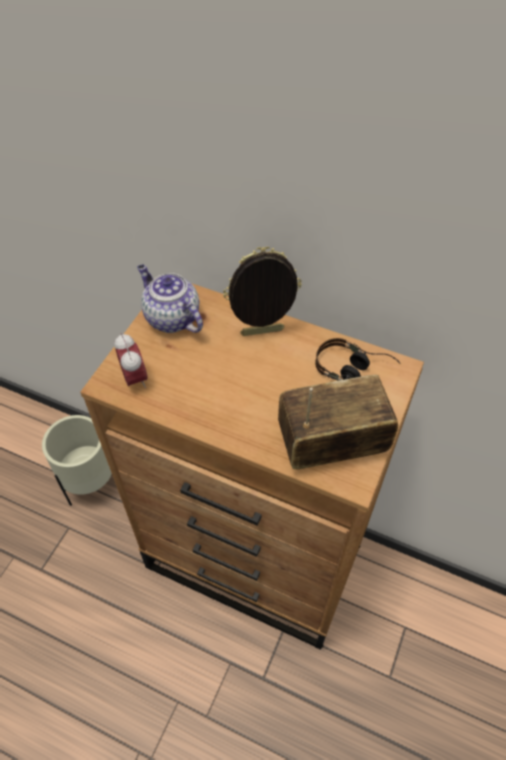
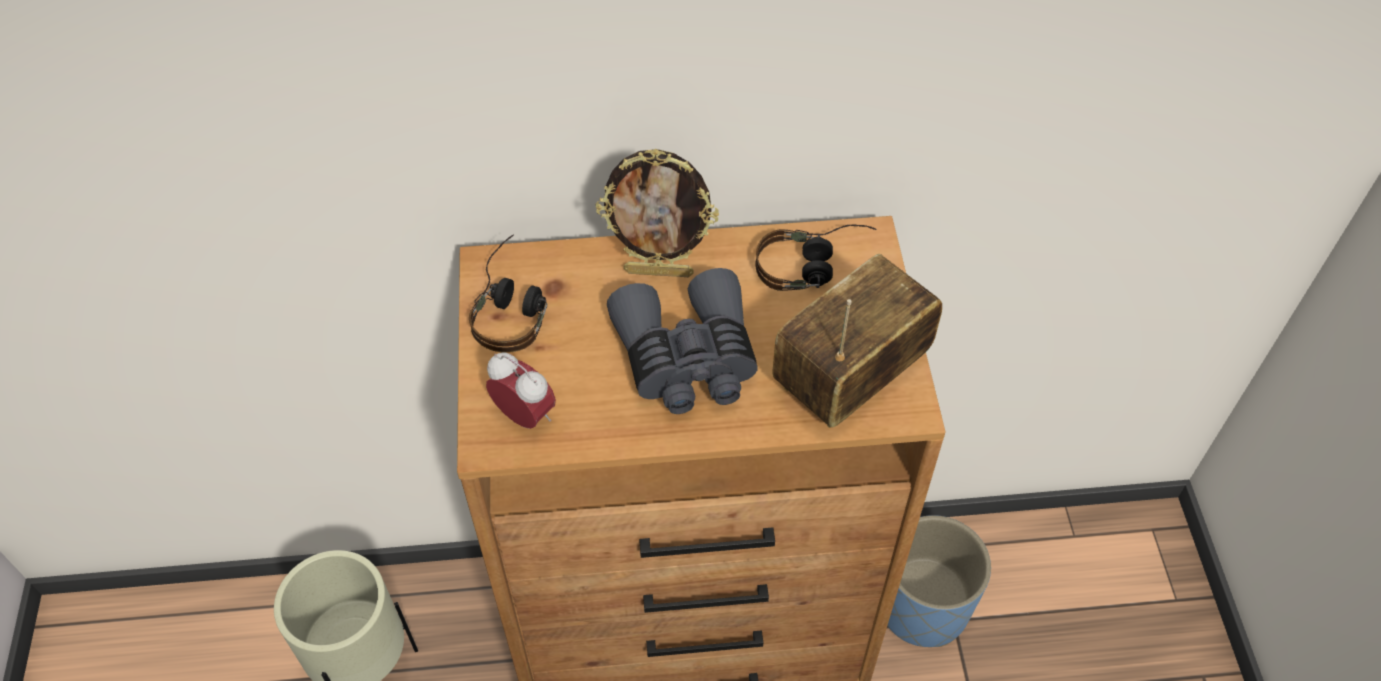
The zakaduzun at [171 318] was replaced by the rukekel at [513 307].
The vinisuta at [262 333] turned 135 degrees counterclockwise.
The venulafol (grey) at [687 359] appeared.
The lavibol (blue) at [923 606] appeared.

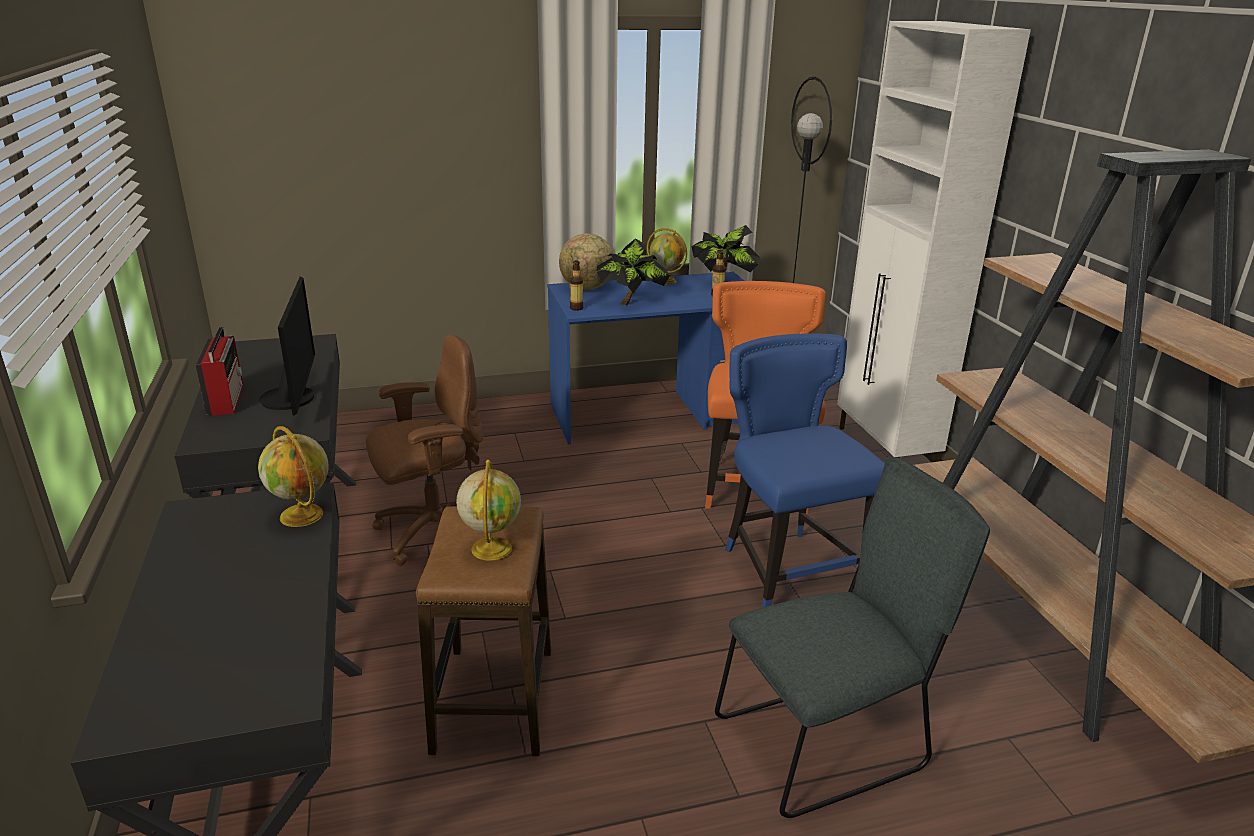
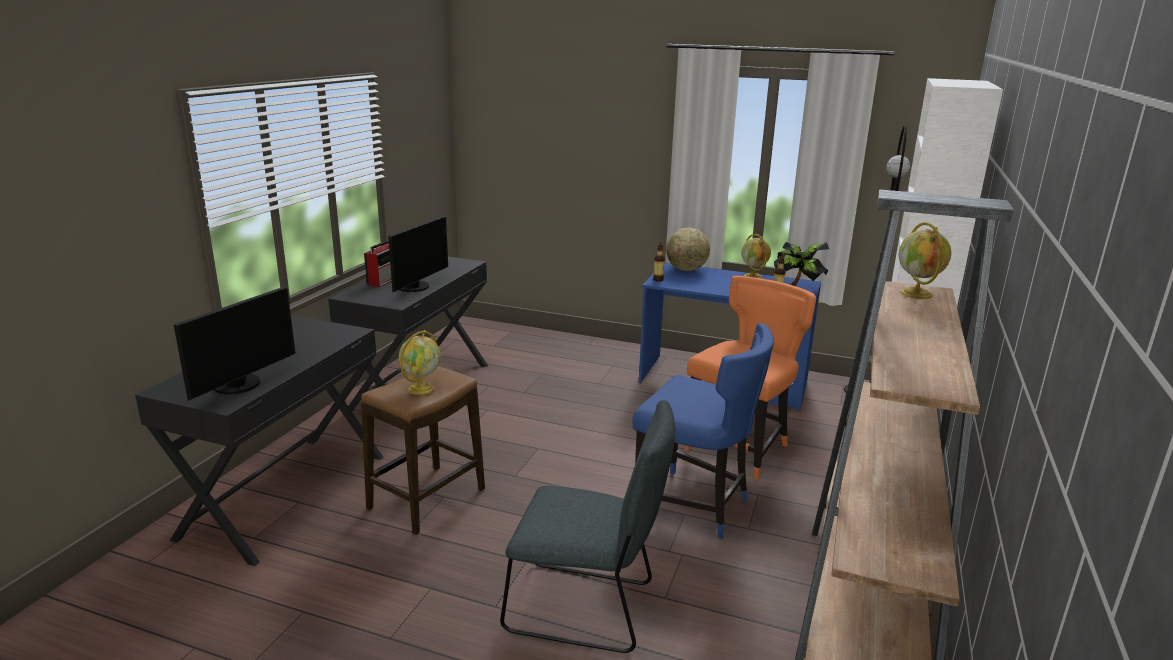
The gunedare moved from [302 516] to [917 294].
The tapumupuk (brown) at [433 532] disappeared.
The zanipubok at [632 302] disappeared.
The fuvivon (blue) at [788 569] turned 105 degrees clockwise.
The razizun at [240 385] appeared.

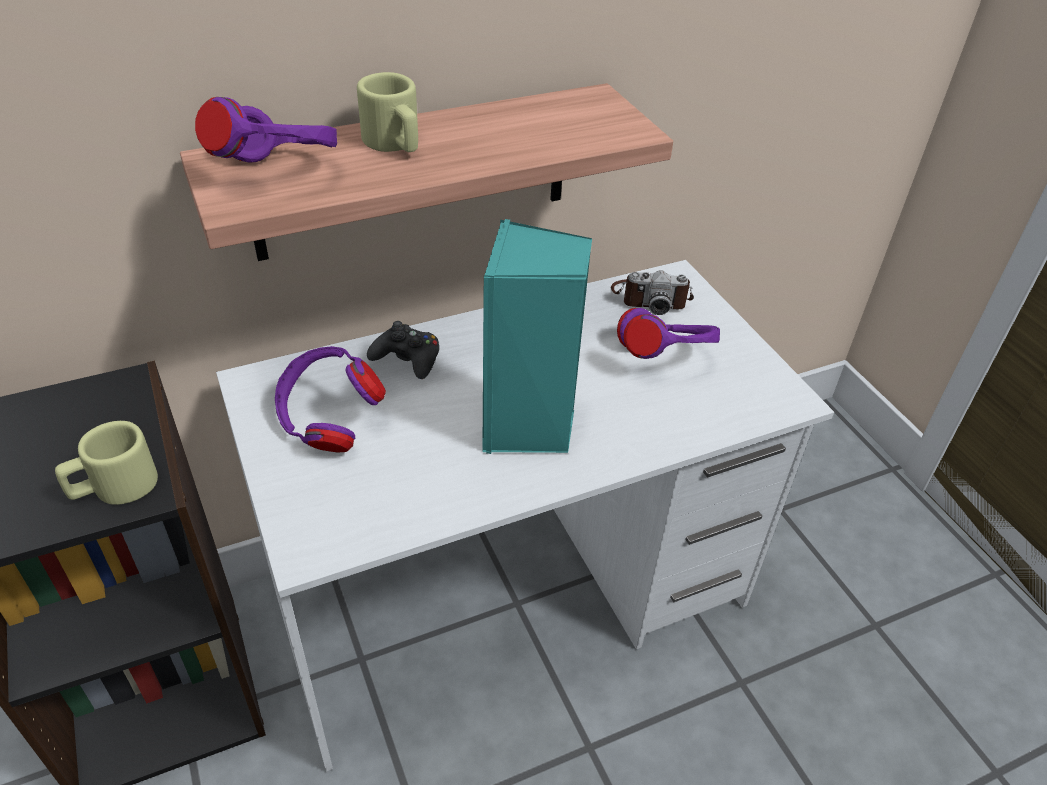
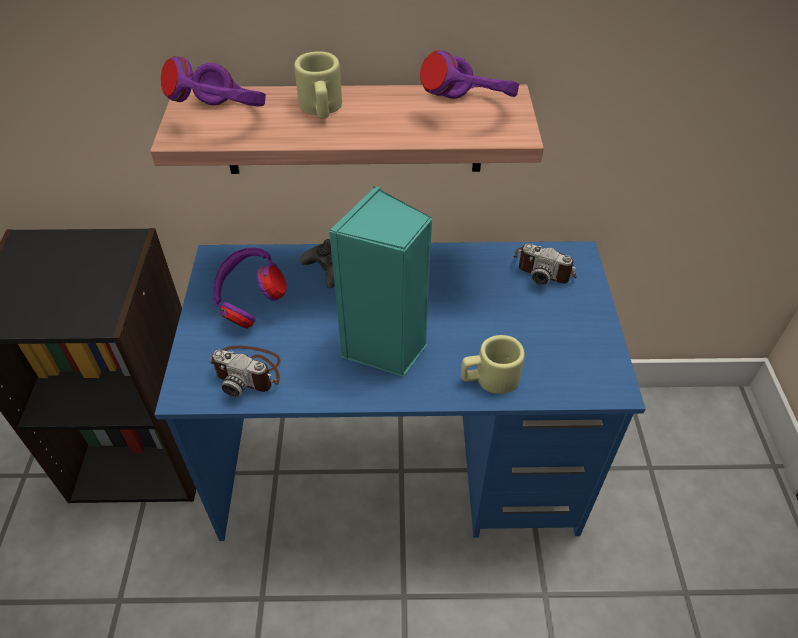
The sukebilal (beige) moved from [114 487] to [489 378].
The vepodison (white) at [512 598] became the vepodison (blue) at [399 466].
The rukekel (purple) moved from [664 360] to [469 111].
The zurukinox at [248 371] appeared.

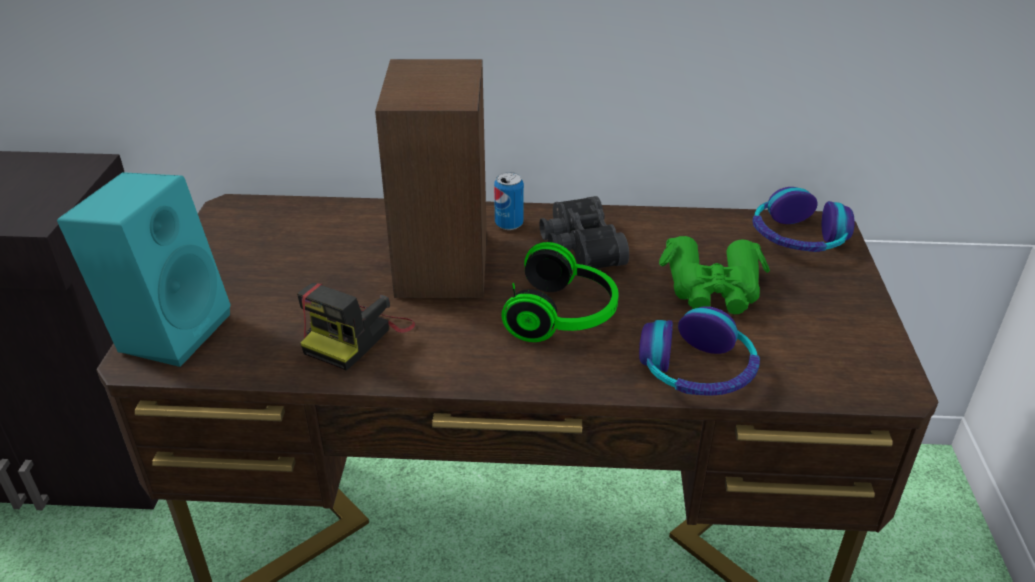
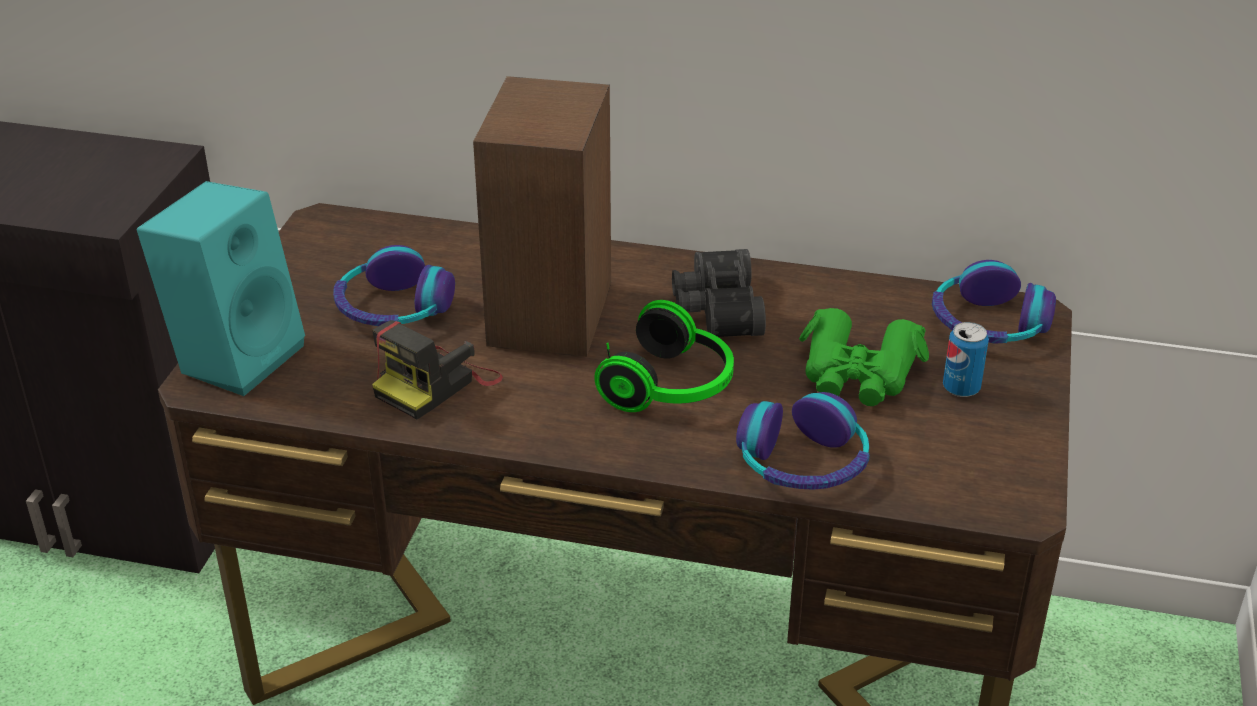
The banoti moved from [509 224] to [961 388].
The rukekel at [393 308] appeared.

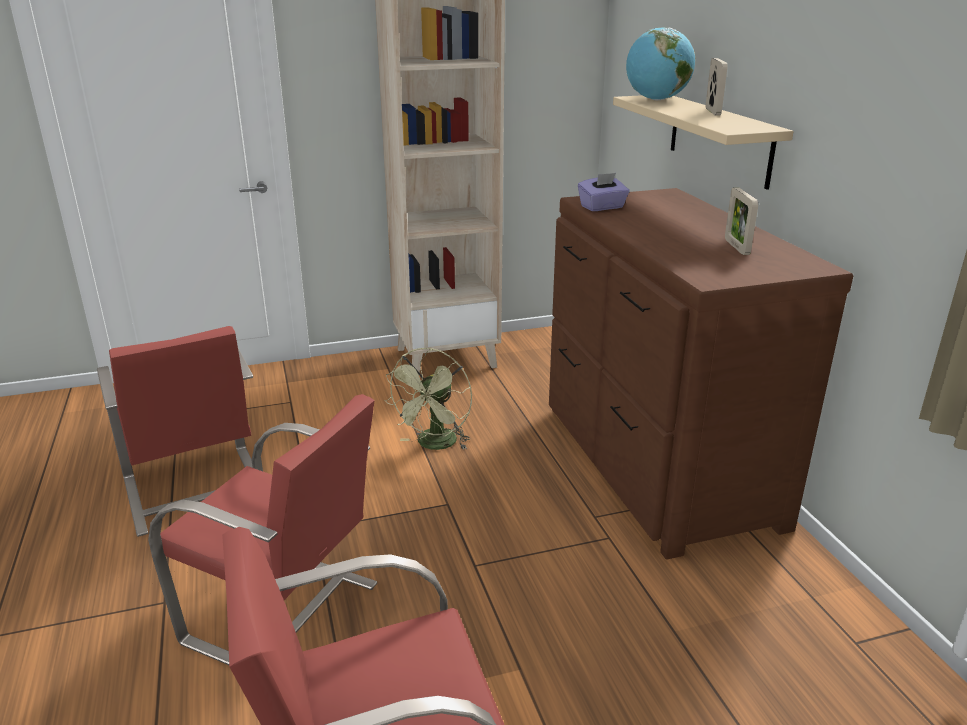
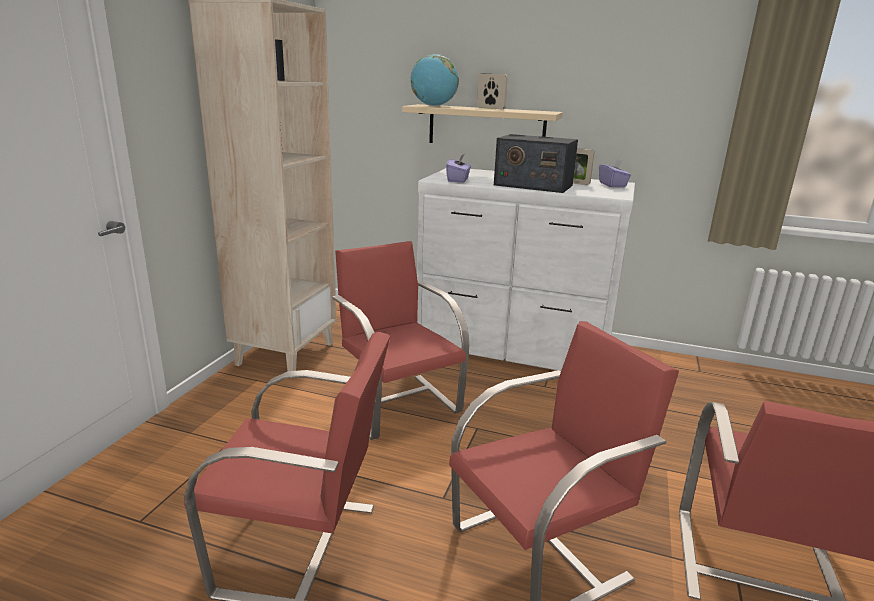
The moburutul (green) at [434 445] was replaced by the fuvivon (red) at [398 404].
The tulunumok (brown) at [654 465] became the tulunumok (white) at [514 349].
The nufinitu at [532 185] appeared.
The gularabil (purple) at [612 185] appeared.

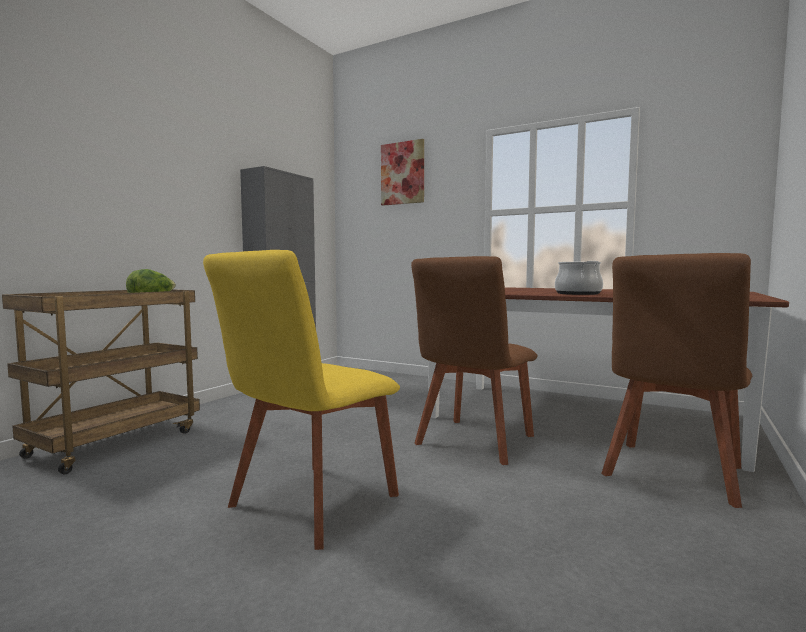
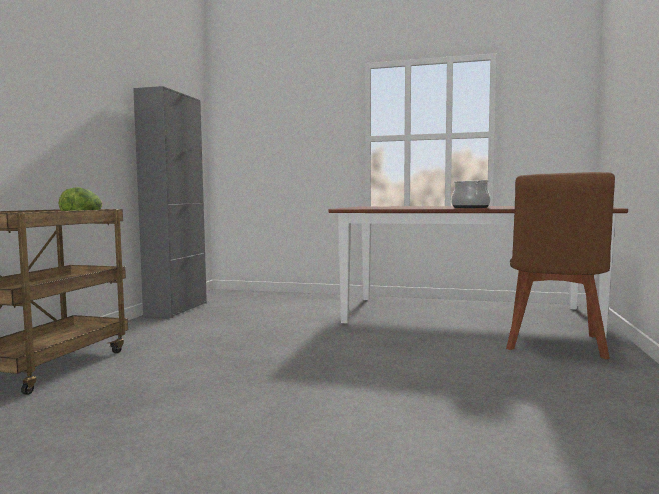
The fuvivon (yellow) at [309 505] disappeared.
The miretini at [402 173] disappeared.
The fuvivon (brown) at [473 442] disappeared.

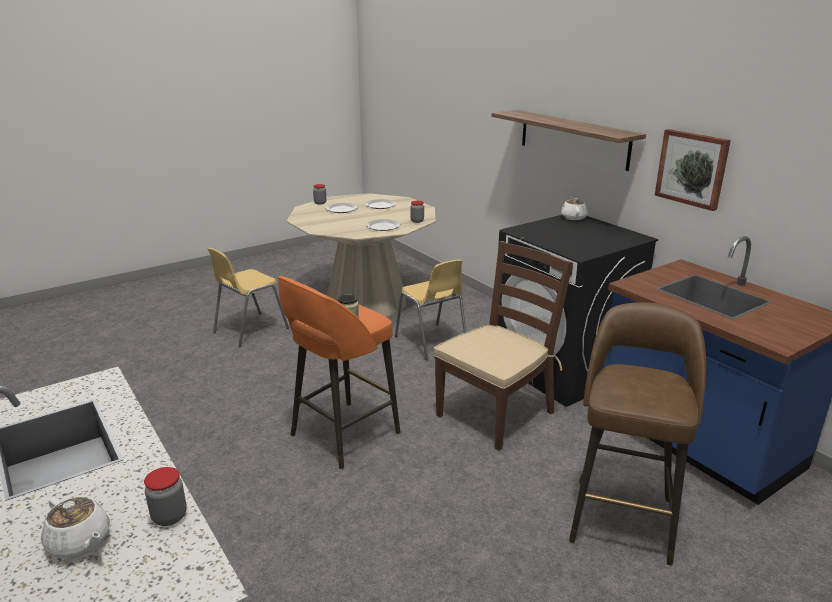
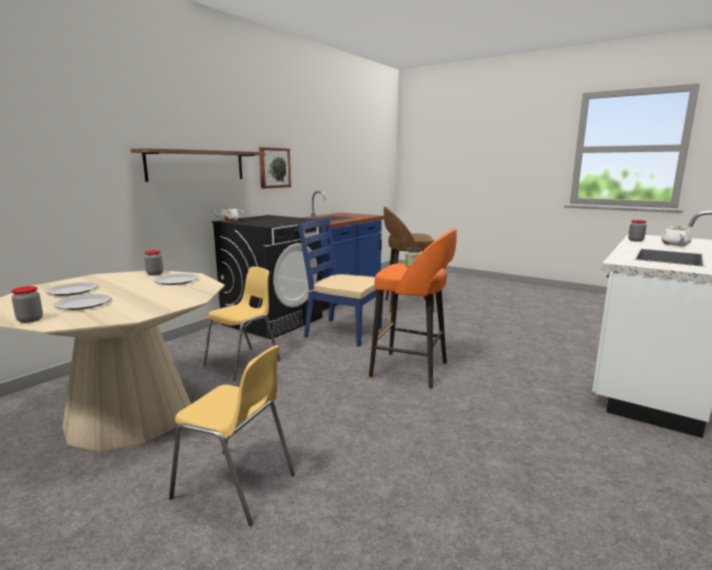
The fuvivon (brown) at [496 413] became the fuvivon (blue) at [342 332].

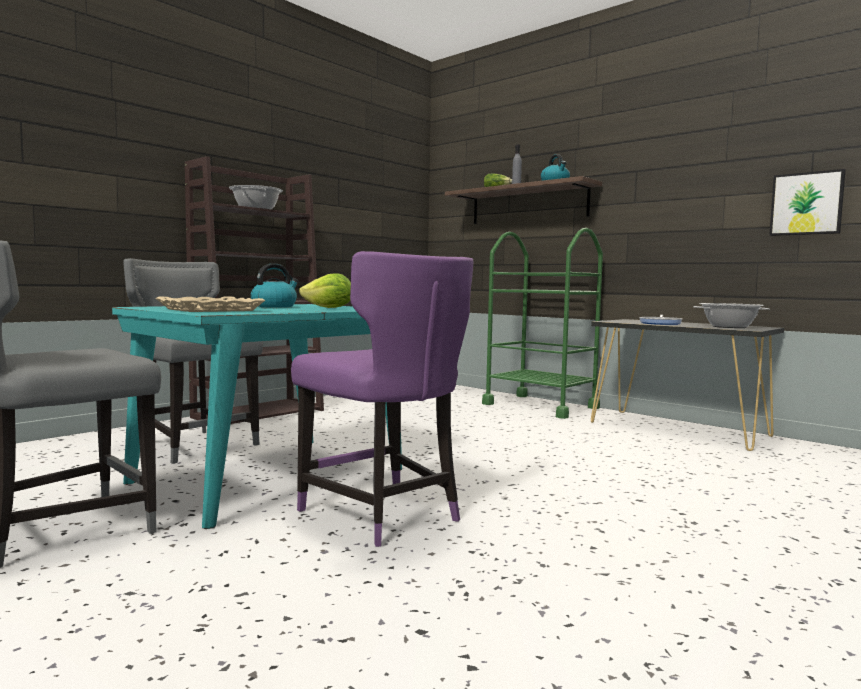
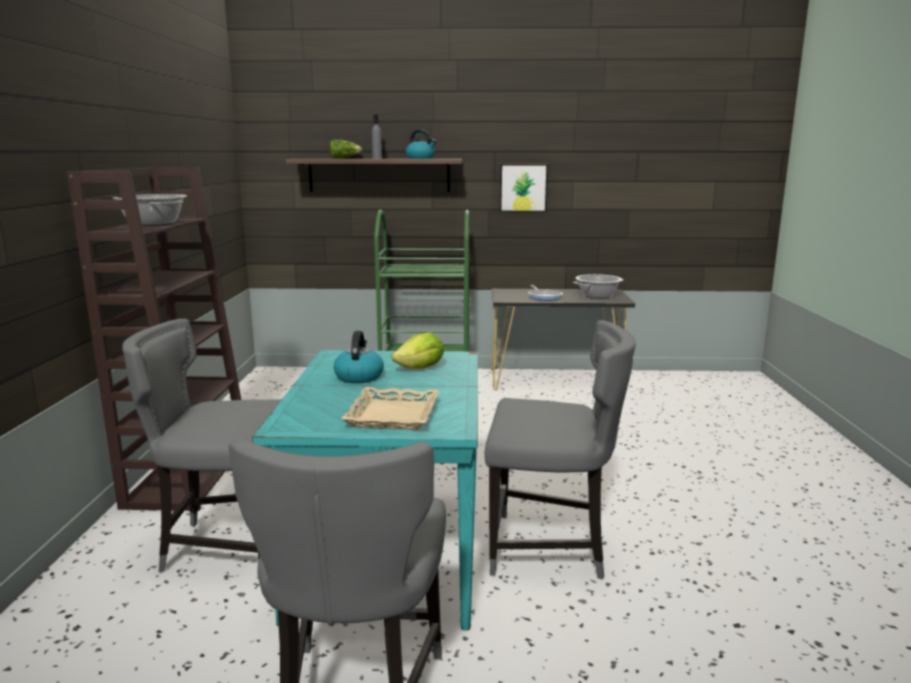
The fuvivon (purple) at [383 515] became the fuvivon (grey) at [550 549].
The miretini moved from [806 204] to [523 187].

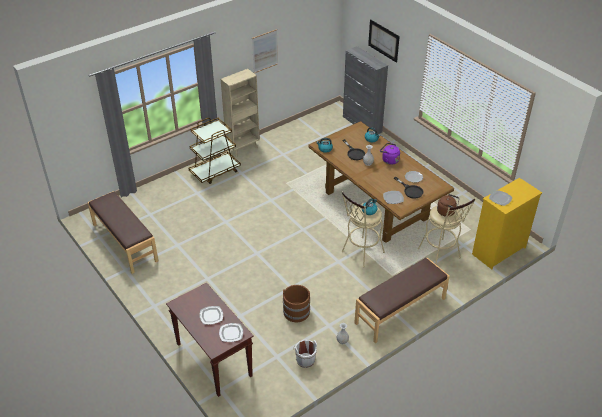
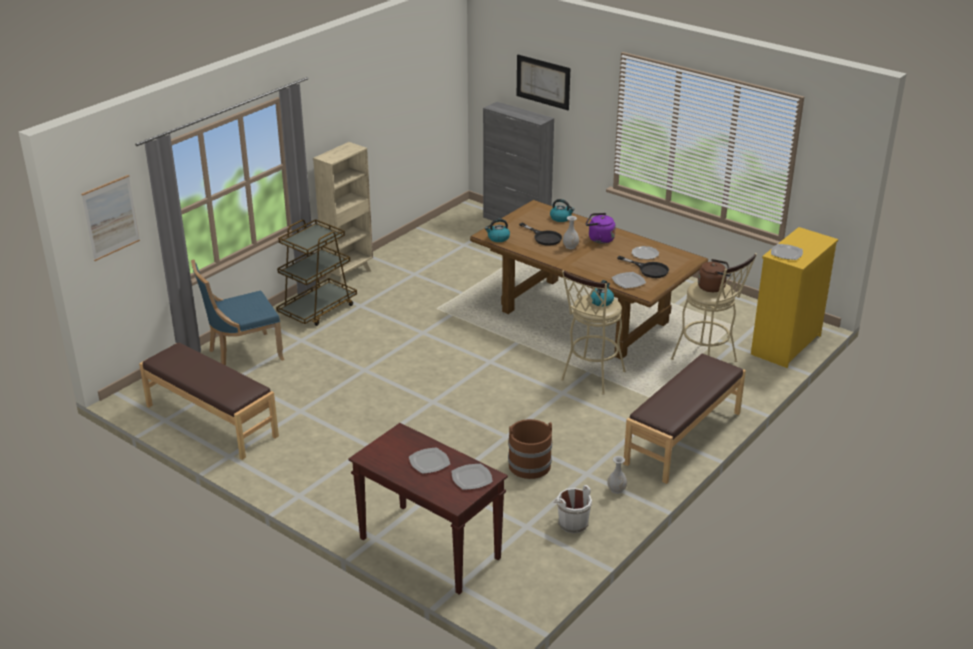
The miretini moved from [265 51] to [111 217].
The fuvivon (blue) at [242 354] appeared.

